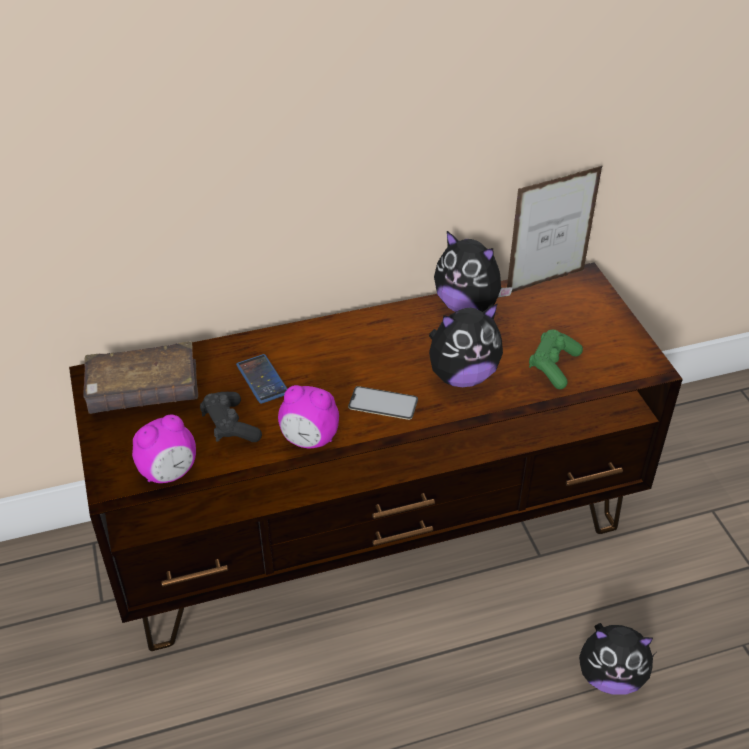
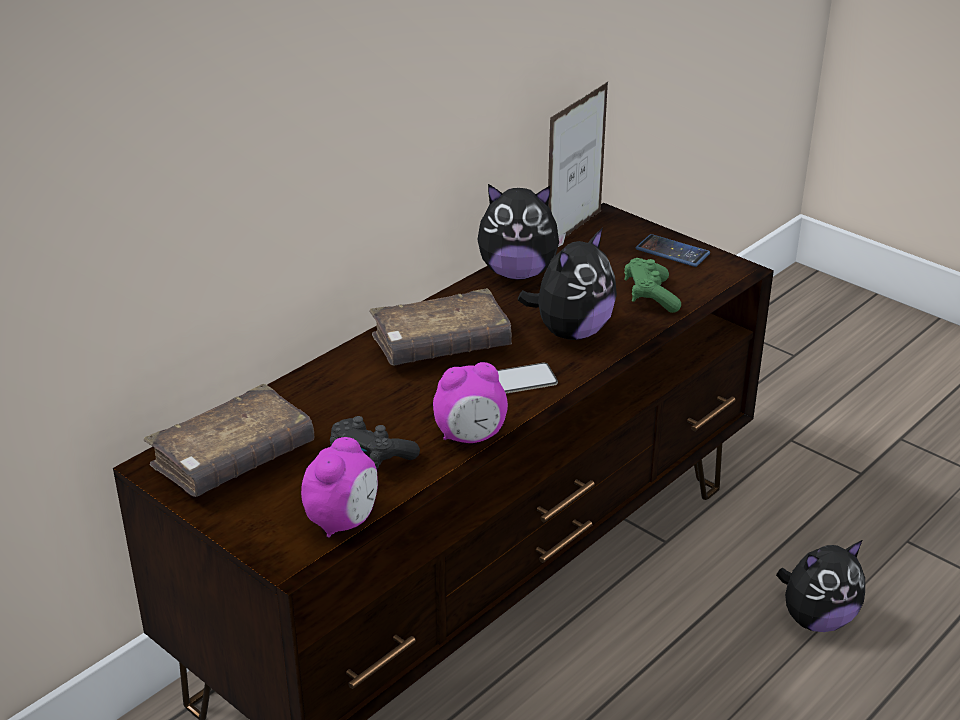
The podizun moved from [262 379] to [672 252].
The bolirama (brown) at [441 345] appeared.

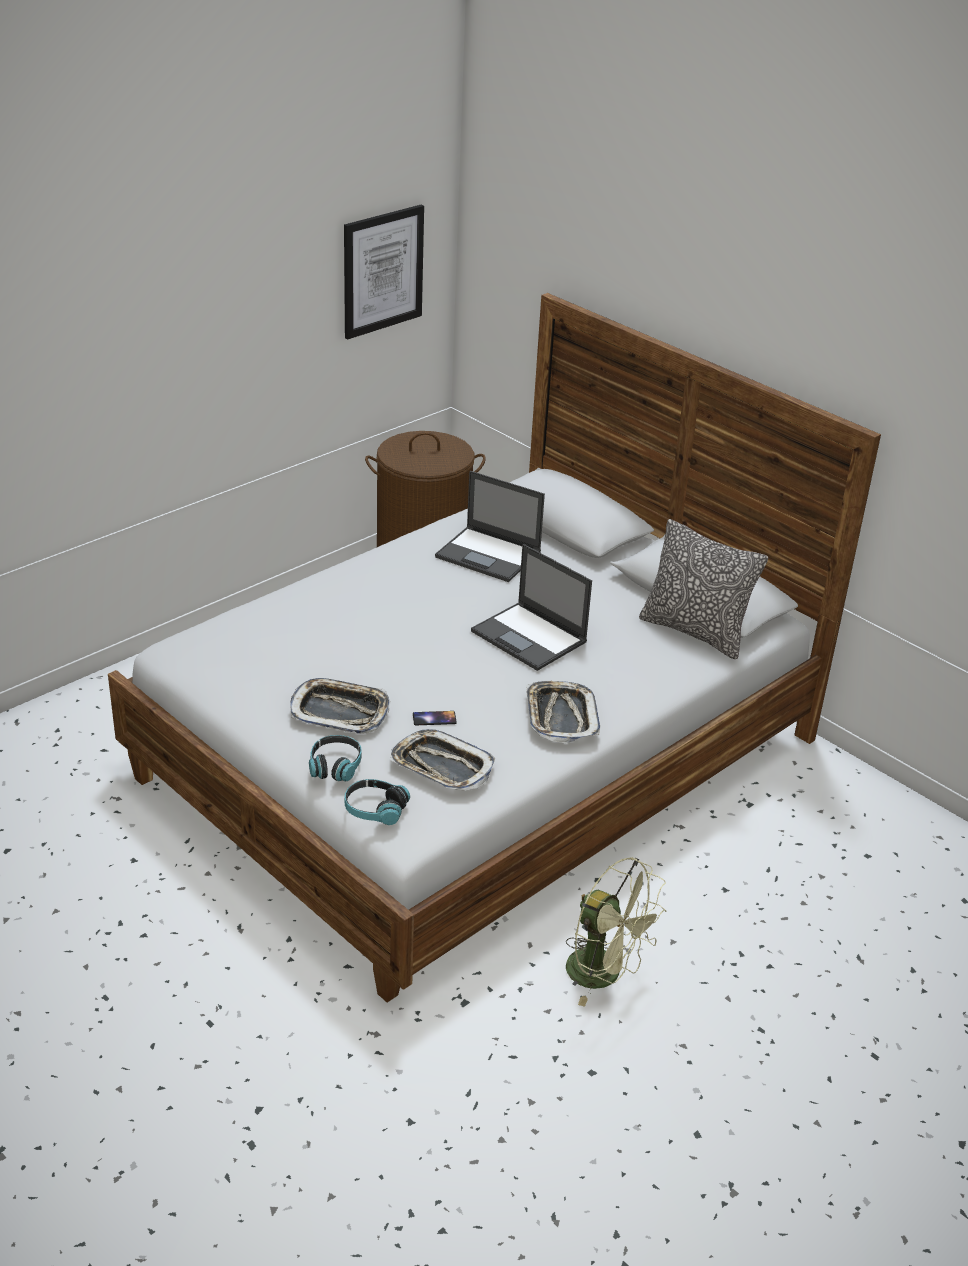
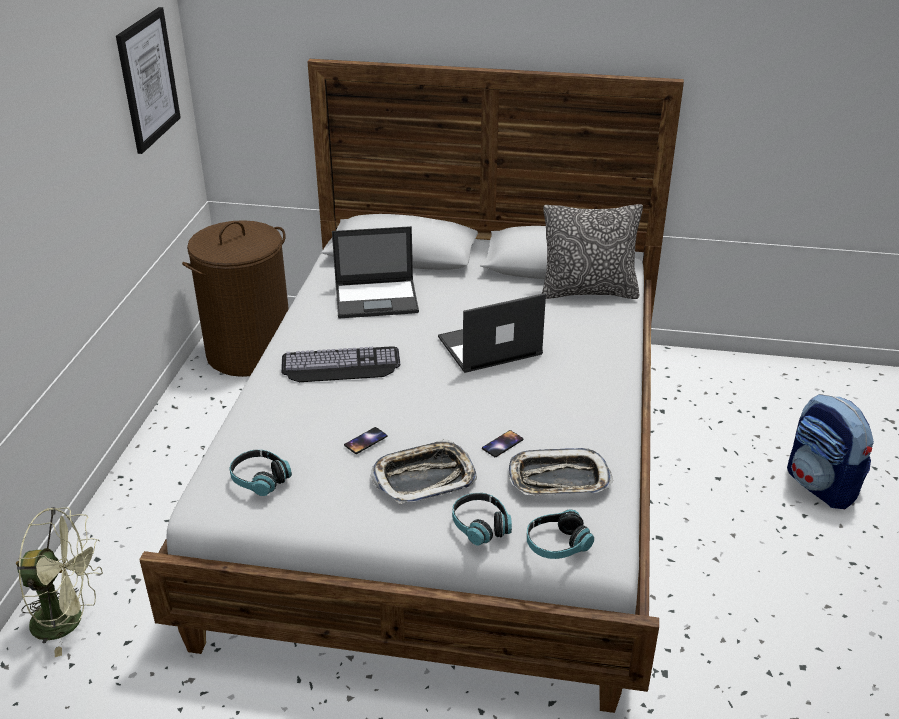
The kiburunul at [530 637] turned 150 degrees clockwise.
The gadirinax at [560 717] disappeared.
The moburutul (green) moved from [604 974] to [69 620].
The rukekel at [260 479] appeared.
The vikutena at [340 366] appeared.
The podizun at [366 441] appeared.
The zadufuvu at [821 486] appeared.

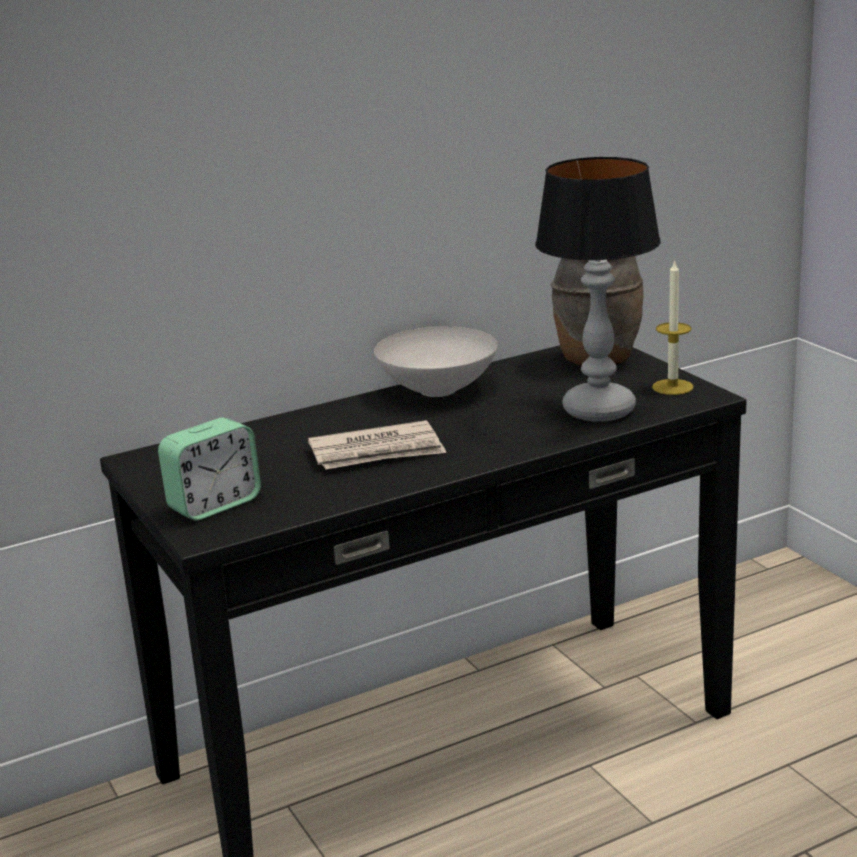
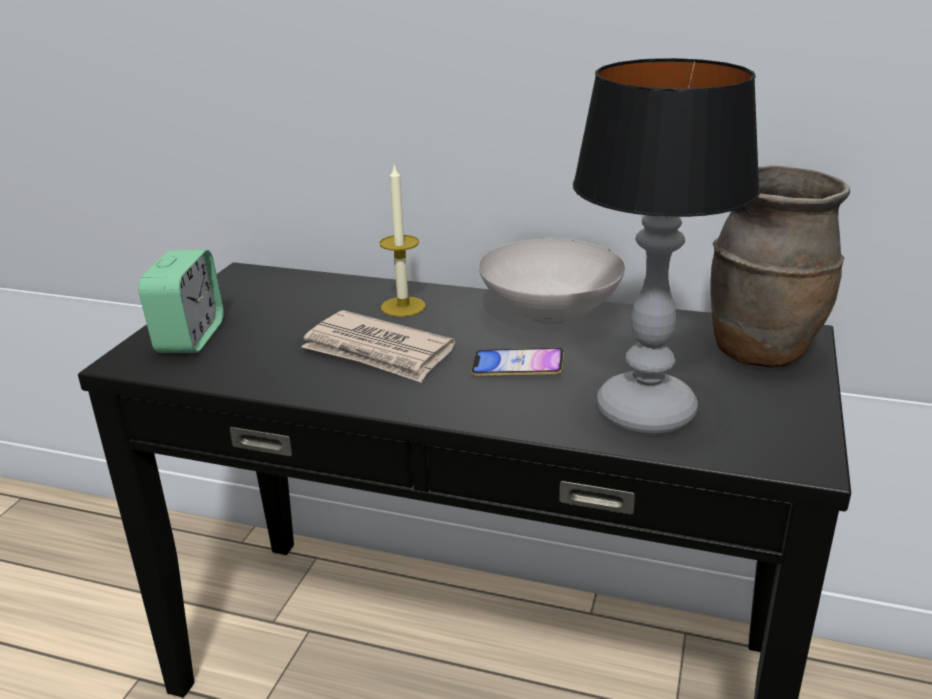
The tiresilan at [214 505] turned 90 degrees counterclockwise.
The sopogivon moved from [672 387] to [403 307].
The podizun at [517 368] appeared.

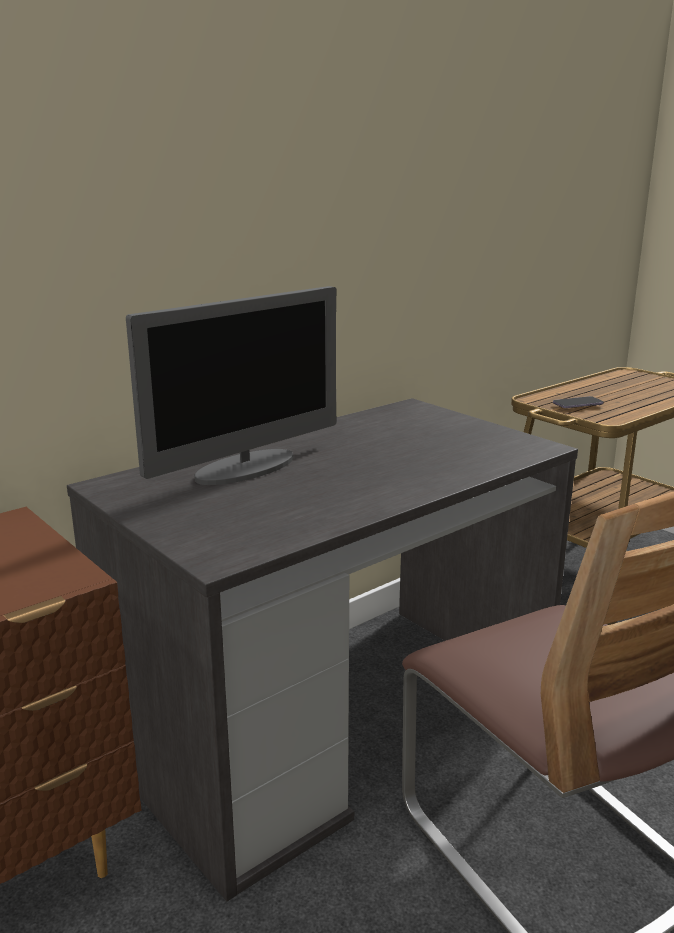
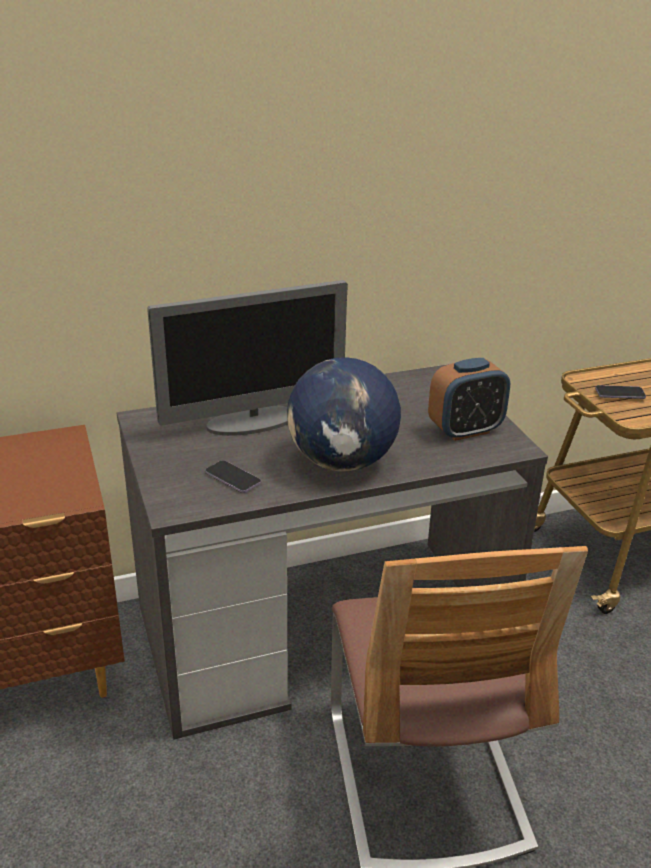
The podizun at [233 478] appeared.
The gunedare at [342 462] appeared.
The tiresilan at [465 430] appeared.

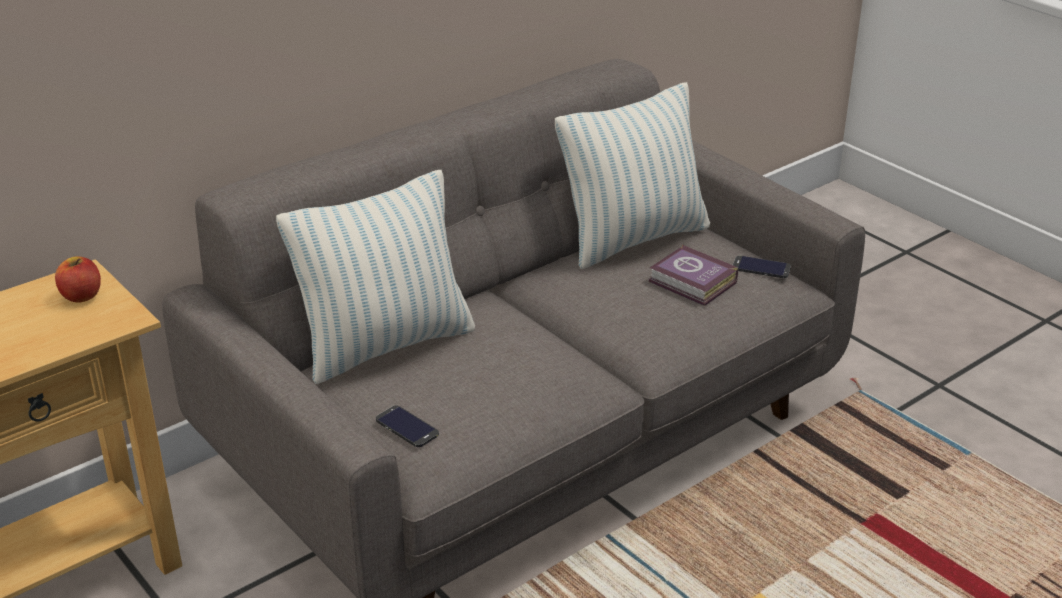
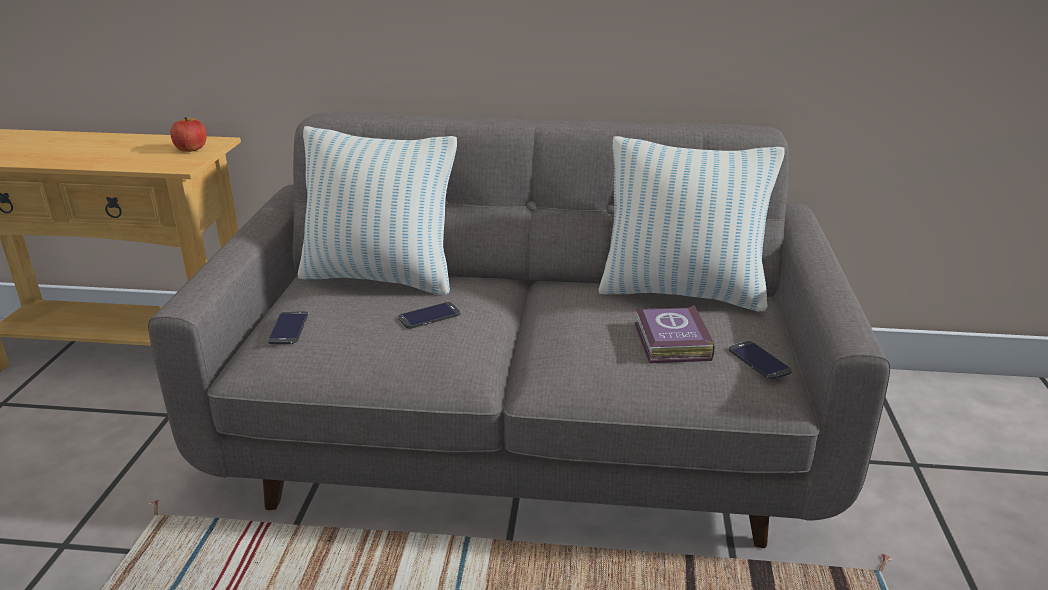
The podizun at [429 316] appeared.

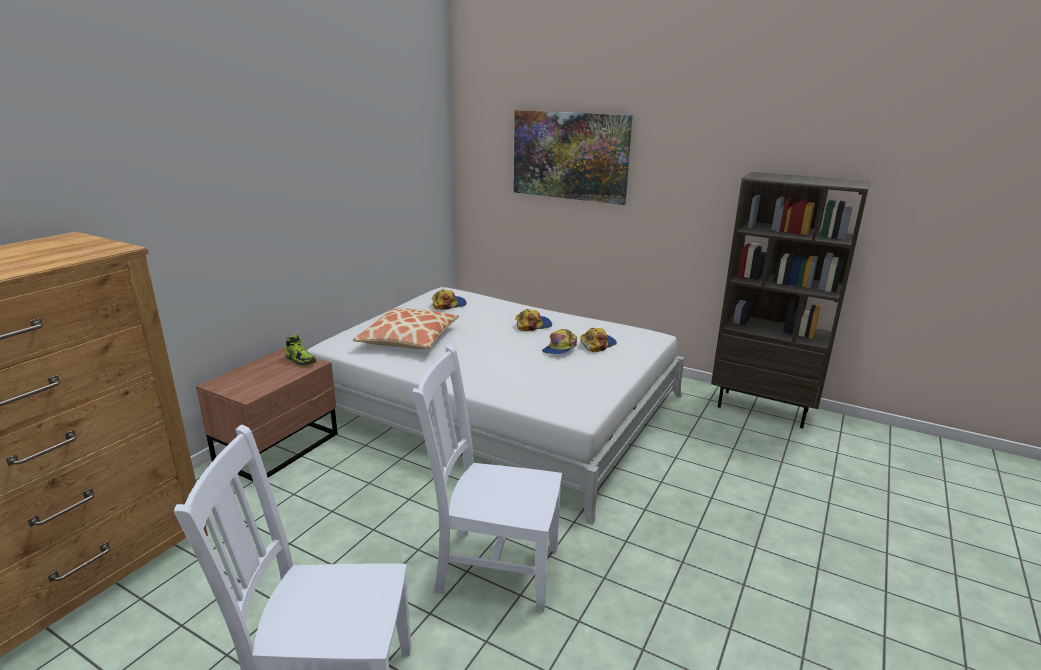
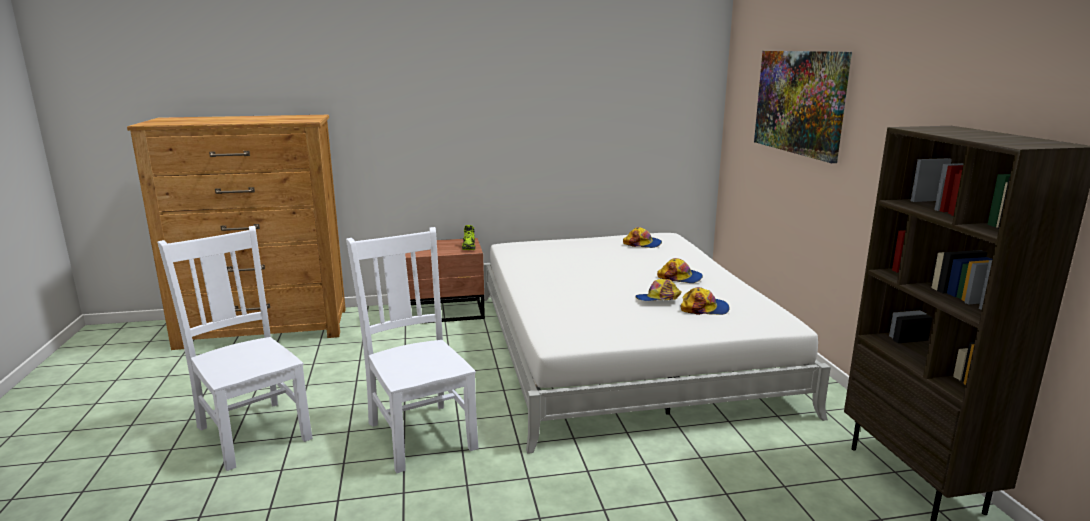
The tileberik at [408 339] disappeared.

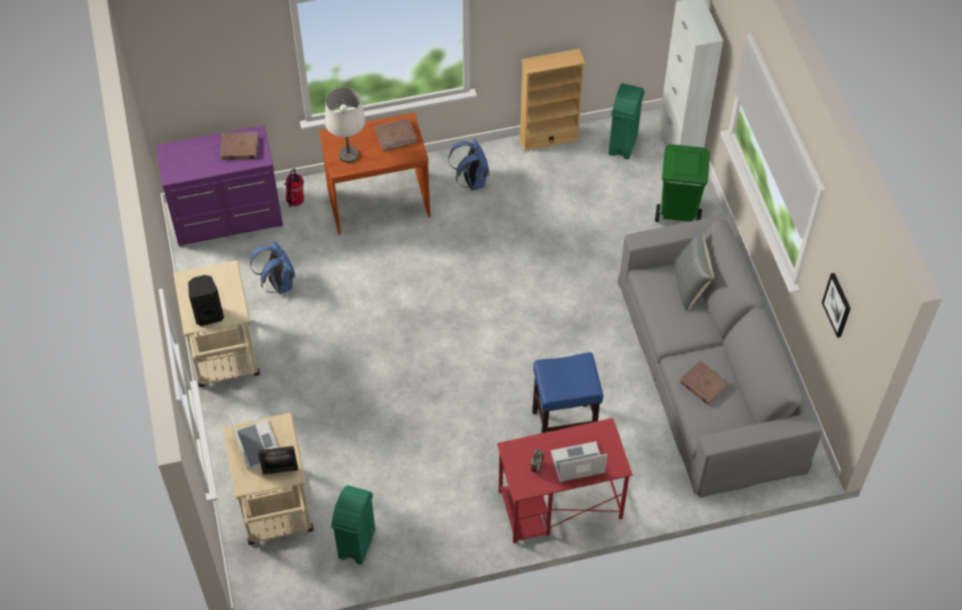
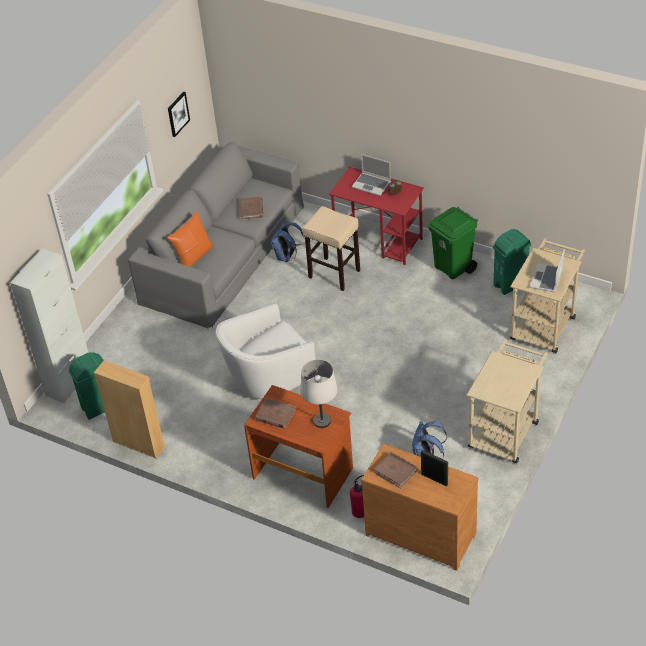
The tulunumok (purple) at [228 218] became the tulunumok (brown) at [421 532].
The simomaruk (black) at [209 315] disappeared.
The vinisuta moved from [280 470] to [434 479].
The zadufuvu (blue) moved from [472 181] to [287 257].
The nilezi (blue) at [564 426] became the nilezi (beige) at [333 274].
The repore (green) moved from [677 212] to [453 268].
The tileberik (grey) at [690 285] became the tileberik (orange) at [193 257].
The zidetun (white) at [268 377] appeared.

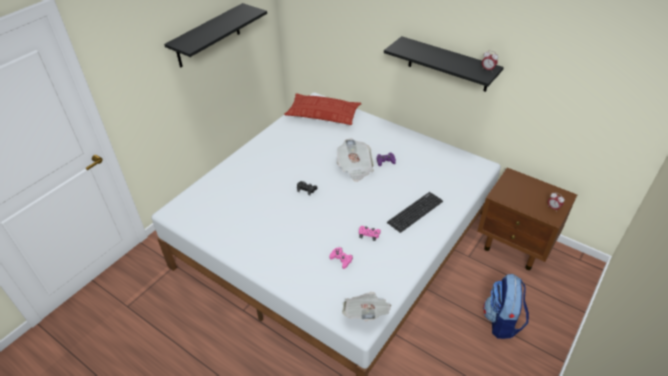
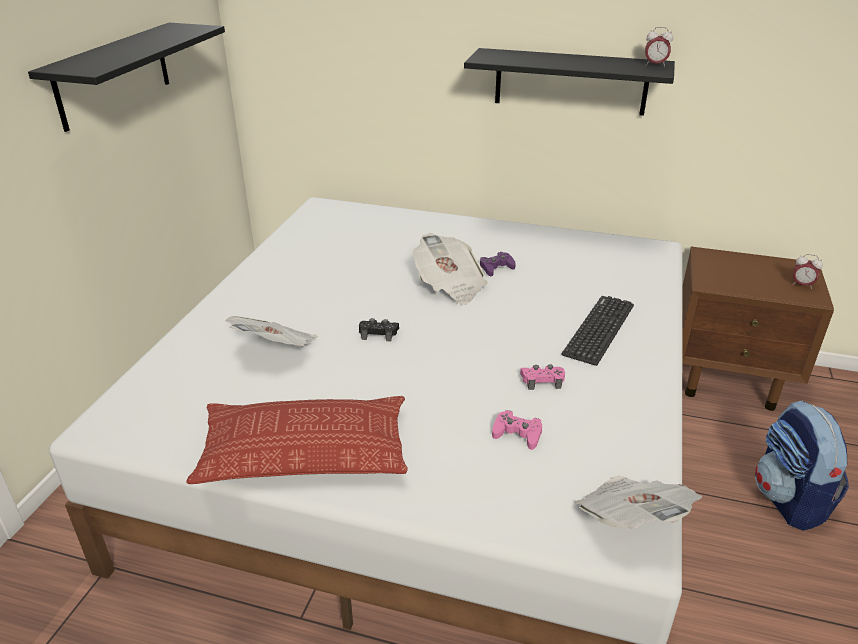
The tileberik moved from [323 114] to [304 450].
The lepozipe at [277 350] appeared.

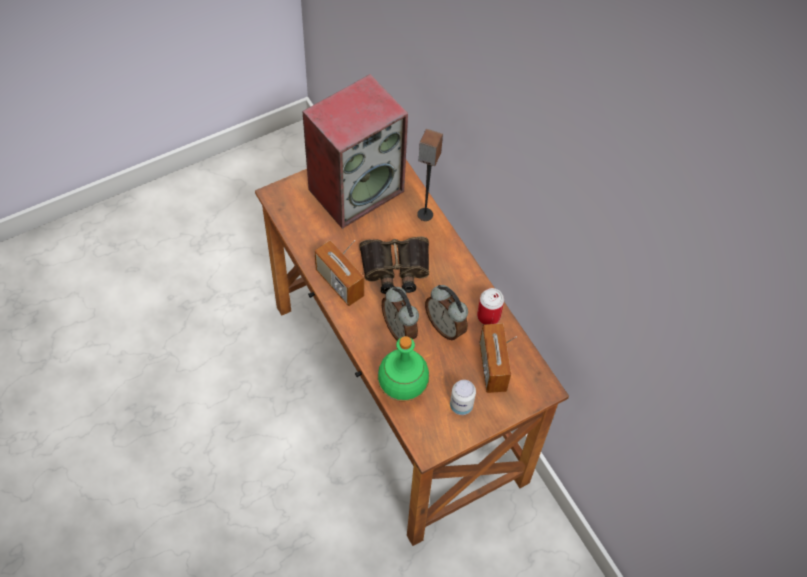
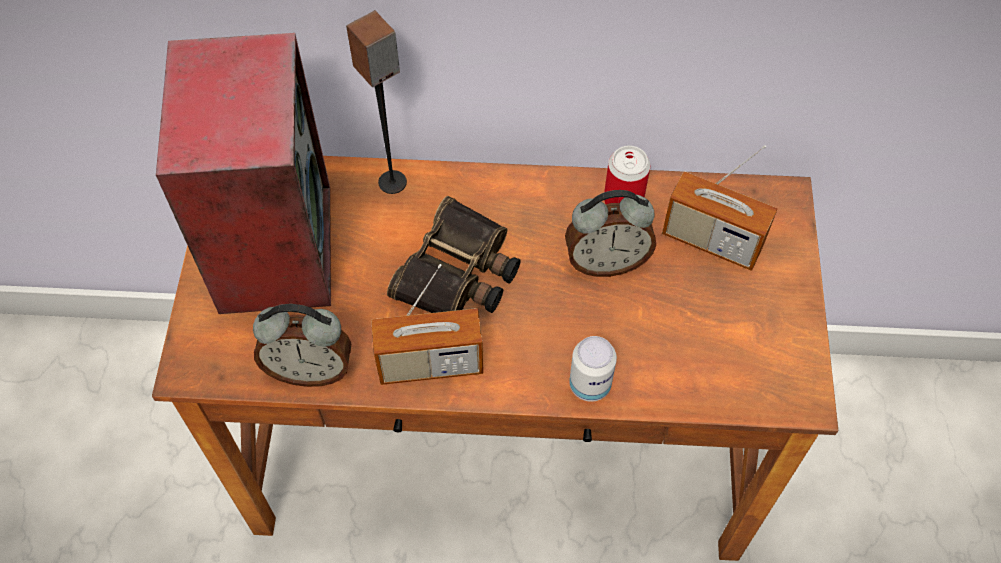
The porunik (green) at [402 387] disappeared.
The tiresilan moved from [400 329] to [310 369].
The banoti moved from [461 405] to [590 384].

